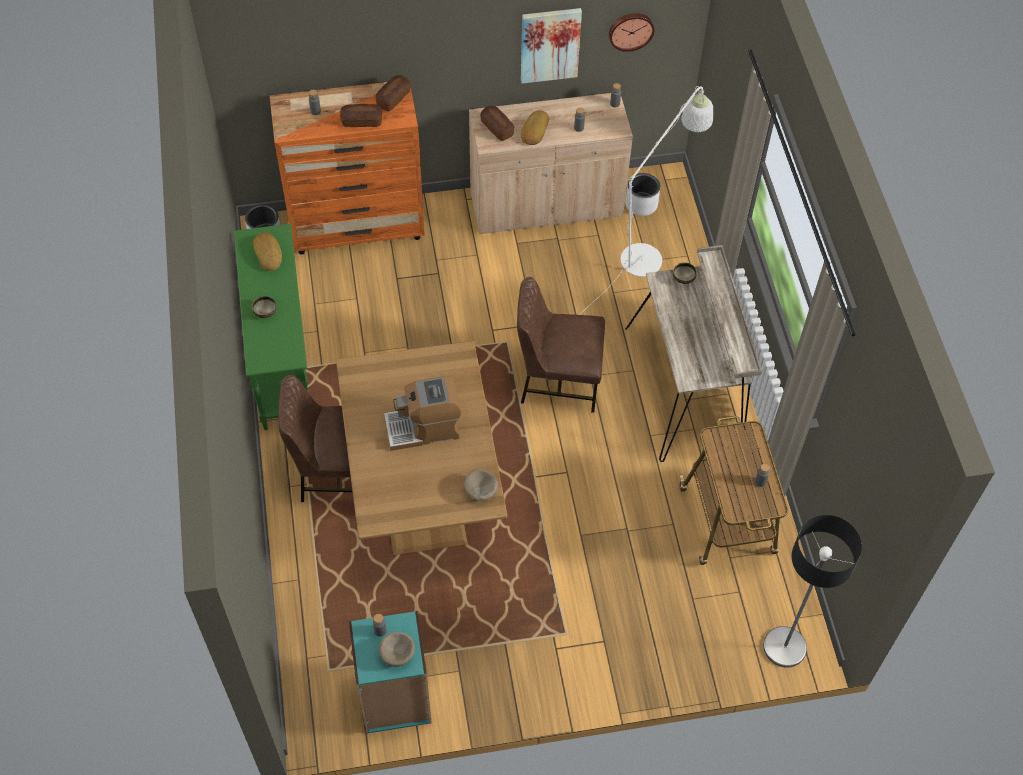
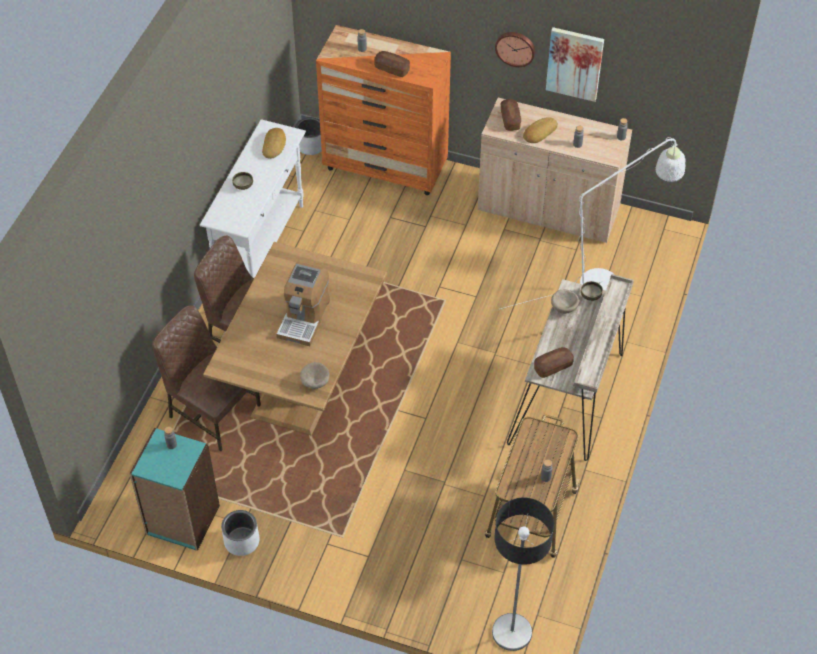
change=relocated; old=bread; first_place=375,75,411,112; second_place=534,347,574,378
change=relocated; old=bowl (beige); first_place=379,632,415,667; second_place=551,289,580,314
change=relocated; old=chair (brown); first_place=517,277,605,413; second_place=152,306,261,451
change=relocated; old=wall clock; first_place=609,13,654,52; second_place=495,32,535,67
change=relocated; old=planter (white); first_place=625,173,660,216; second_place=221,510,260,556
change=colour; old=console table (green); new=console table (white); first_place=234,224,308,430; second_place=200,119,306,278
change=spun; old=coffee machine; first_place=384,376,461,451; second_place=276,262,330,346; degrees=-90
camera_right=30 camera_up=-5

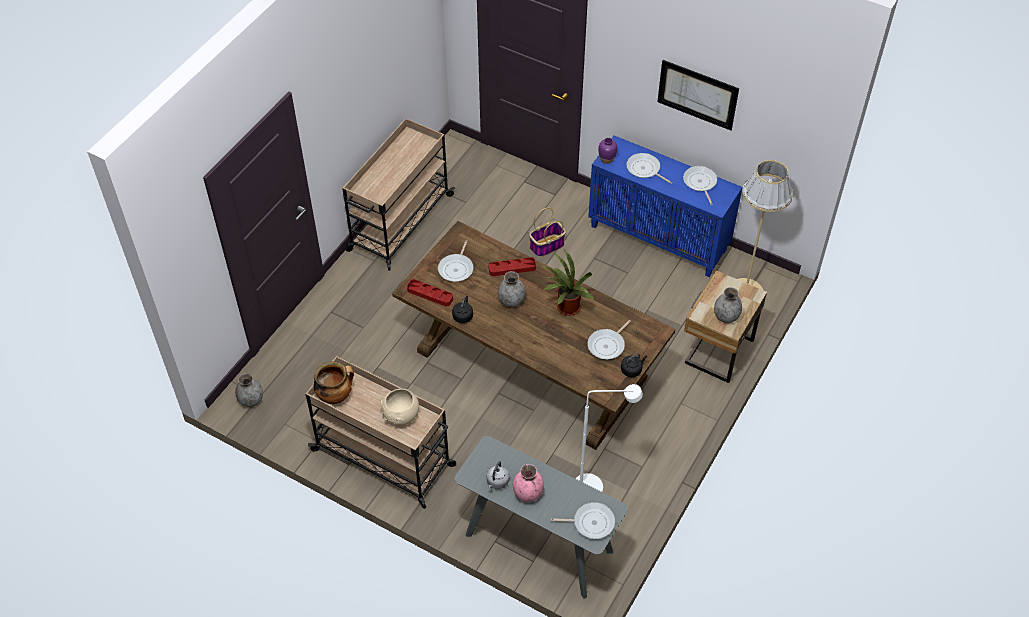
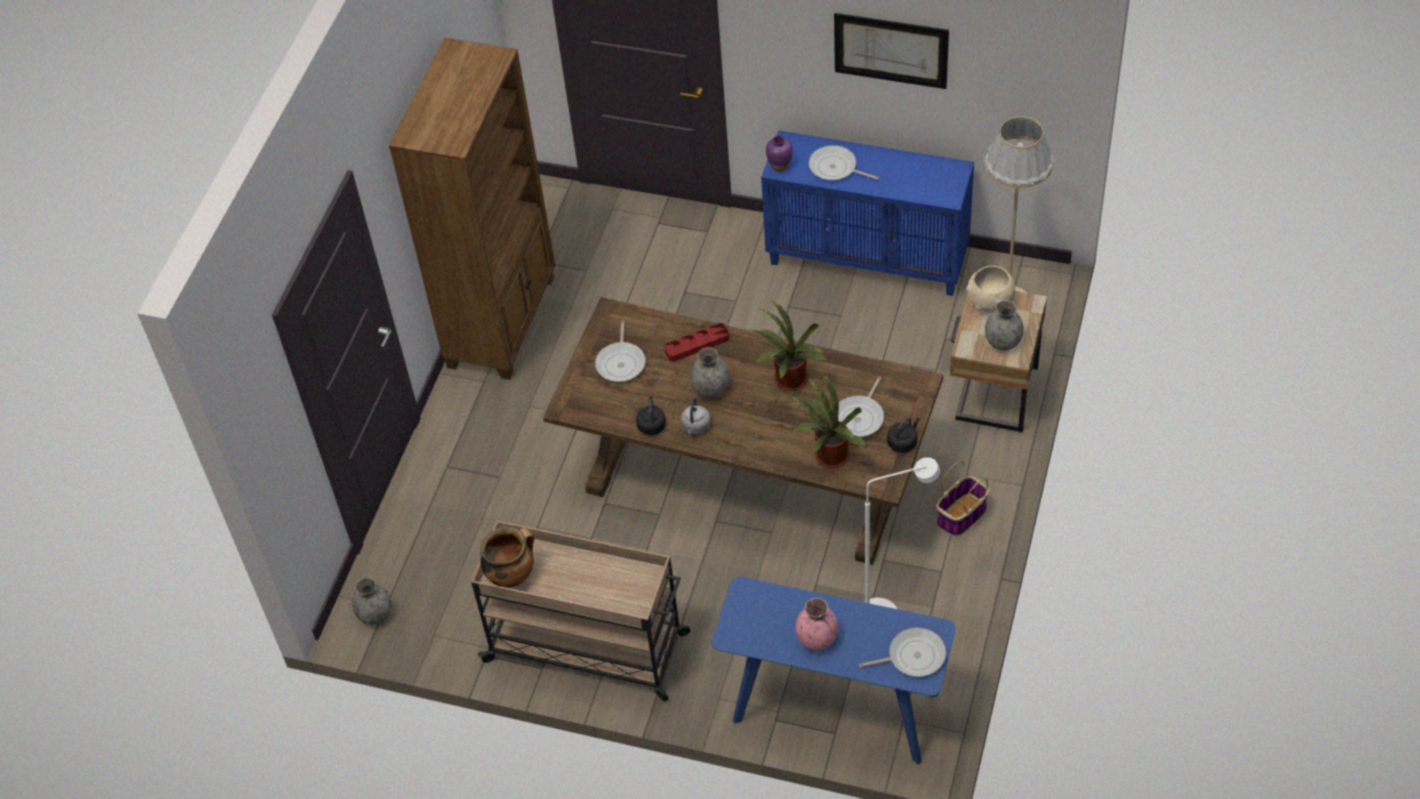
change=missing; old=tray (red); first_place=407,279,453,307
change=missing; old=frying pan; first_place=683,166,717,206
change=appeared; new=potted plant; second_place=788,373,866,468
change=relocated; old=bowl (beige); first_place=380,389,419,425; second_place=966,266,1016,313
change=relocated; old=kettle (grey); first_place=487,461,509,489; second_place=681,398,710,435
change=relocated; old=basket; first_place=529,208,566,257; second_place=937,461,989,536
change=exchanged; old=cart (beige); new=bookcase (brown); first_place=342,118,455,270; second_place=388,37,555,380
change=colour; old=console table (grey); new=console table (blue); first_place=454,436,628,599; second_place=712,577,956,765
camera_right=-10 camera_up=0

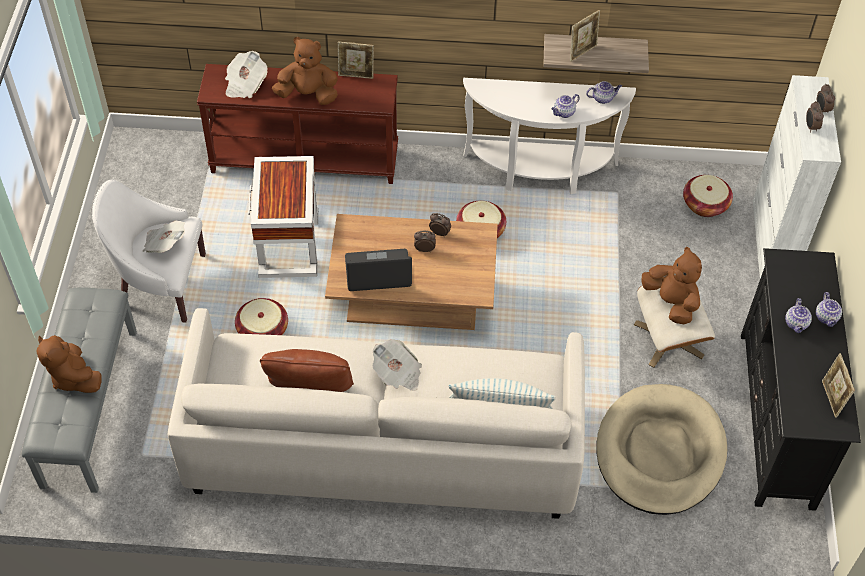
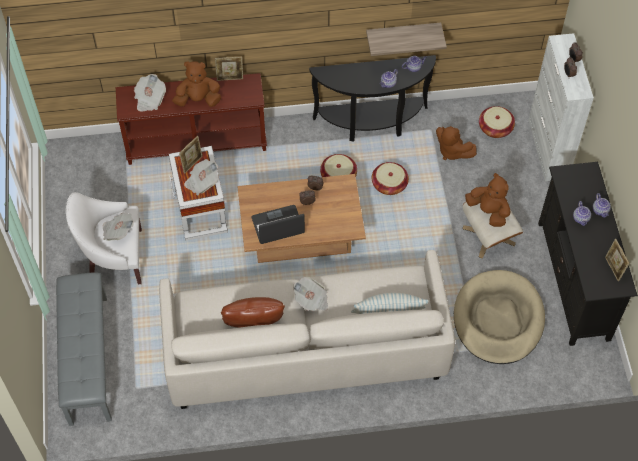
change=appeared; new=newspaper; second_place=184,159,218,195
change=relocated; old=plush toy (brown); first_place=37,335,102,393; second_place=436,126,477,160
change=relocated; old=basket; first_place=235,298,288,335; second_place=372,162,409,195
change=relocated; old=picture frame; first_place=570,10,600,62; second_place=179,136,202,174
change=colour; old=console table (white); new=console table (black); first_place=463,78,636,194; second_place=309,55,436,141
camera_right=-10 camera_up=5

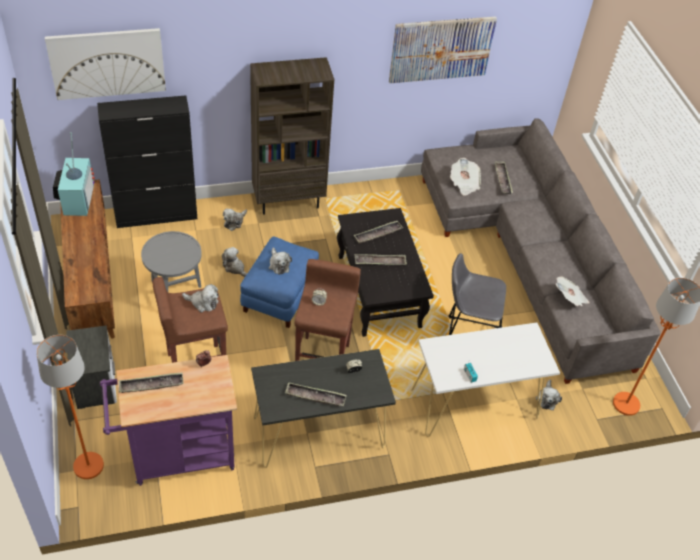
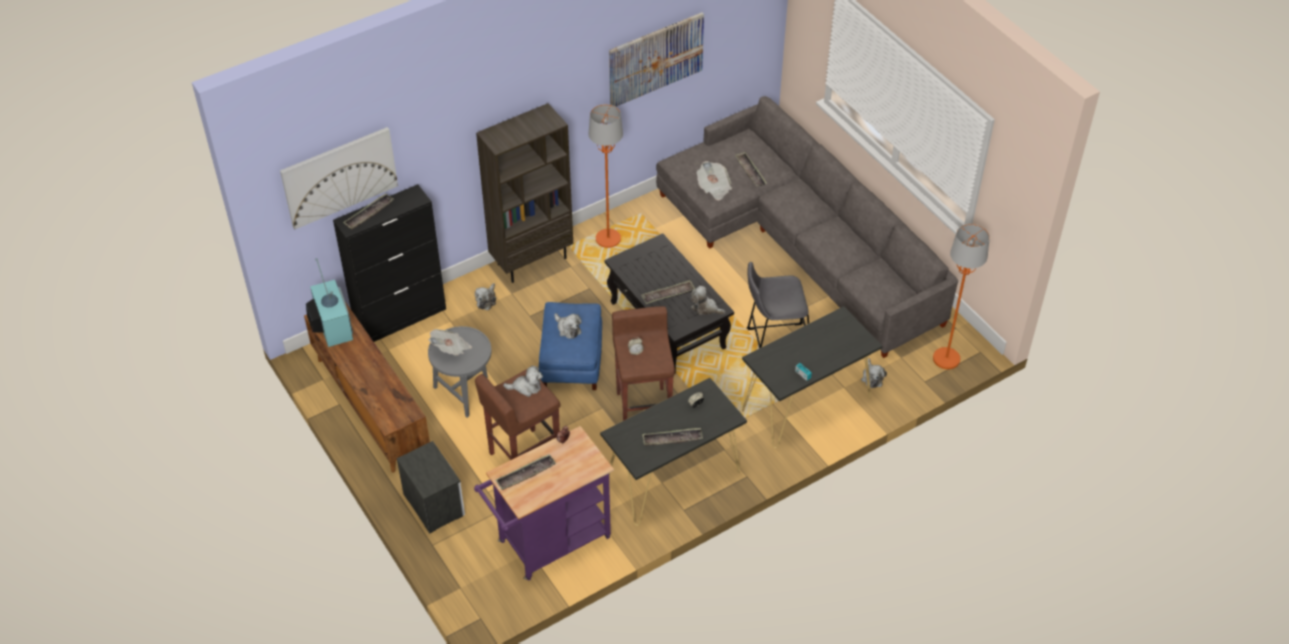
change=relocated; old=floor lamp (orange); first_place=36,335,104,479; second_place=589,104,623,248
change=relocated; old=plush toy; first_place=222,247,247,277; second_place=691,286,726,315
change=relocated; old=tray; first_place=354,220,403,244; second_place=343,193,394,230
change=relocated; old=newspaper; first_place=556,276,589,306; second_place=428,329,472,356
change=colour; old=console table (white); new=console table (black); first_place=411,322,560,437; second_place=742,306,883,448
camera_right=-15 camera_up=0

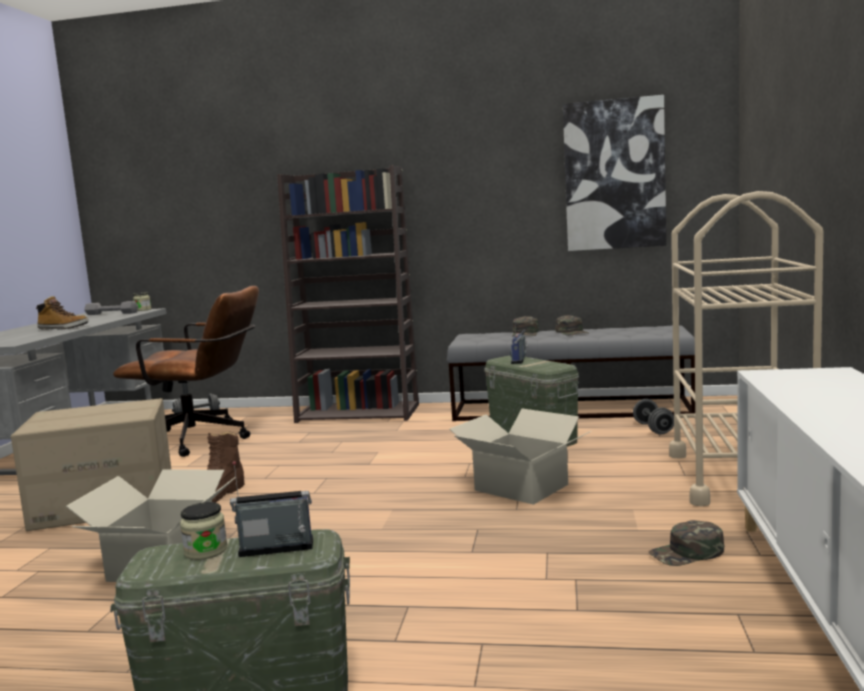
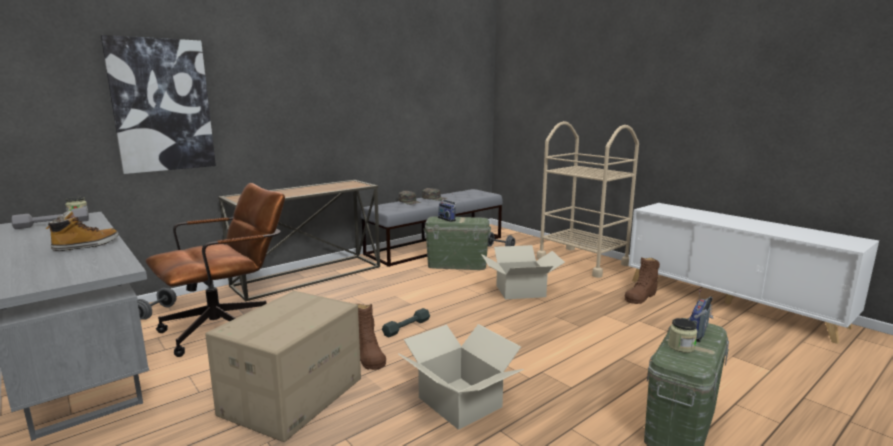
change=appeared; new=dumbbell (grey); second_place=382,308,430,337
change=relocated; old=picture; first_place=563,95,666,251; second_place=101,35,216,174
change=exchanged; old=bookcase (brown); new=console table; first_place=277,165,419,423; second_place=218,180,380,301
change=exchanged; old=cap (green); new=boot (brown); first_place=649,520,724,566; second_place=624,257,660,304
camera_right=-50 camera_up=5

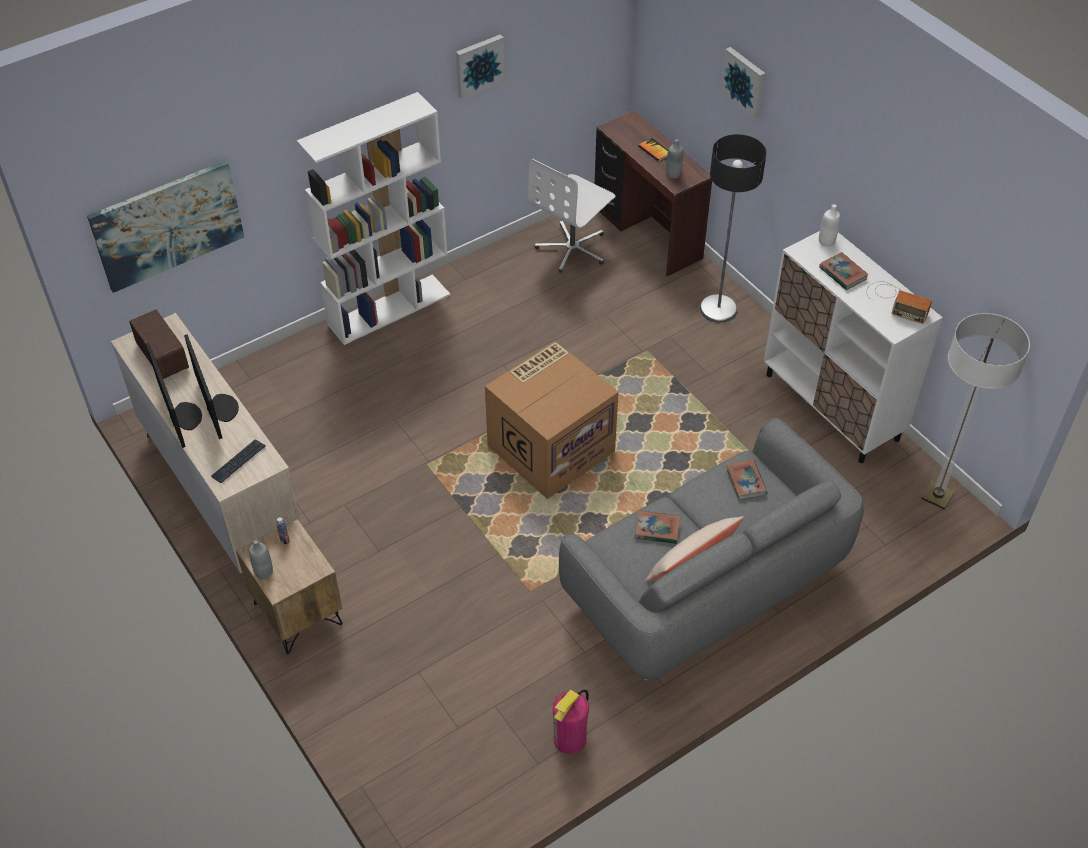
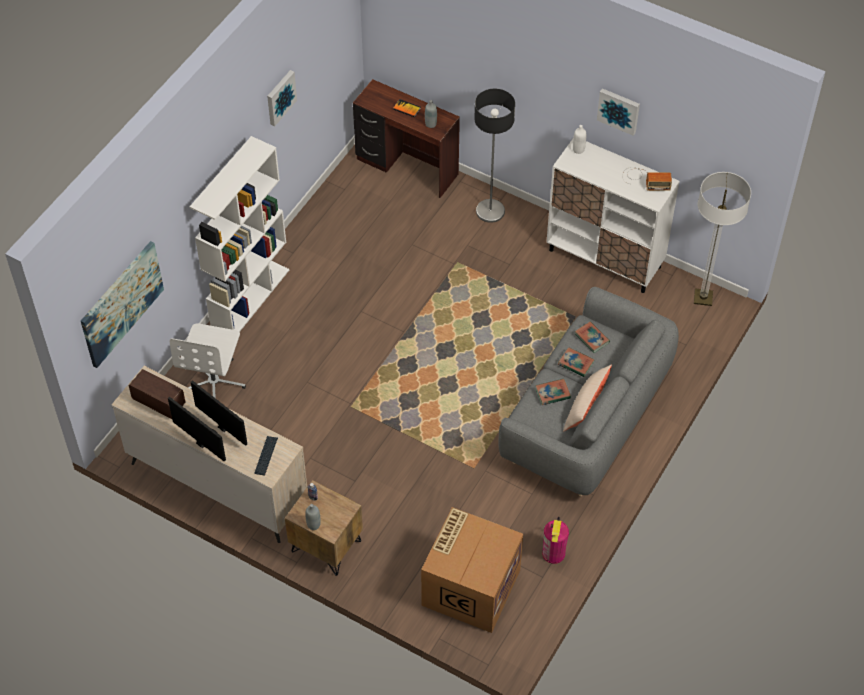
change=relocated; old=cardboard box; first_place=485,341,619,499; second_place=421,507,523,633
change=relocated; old=office chair (white); first_place=528,159,615,273; second_place=170,324,246,398
change=relocated; old=picture; first_place=720,47,765,120; second_place=597,88,640,136
change=relocated; old=book; first_place=819,252,869,290; second_place=558,347,595,377
camera_right=-25 camera_up=5

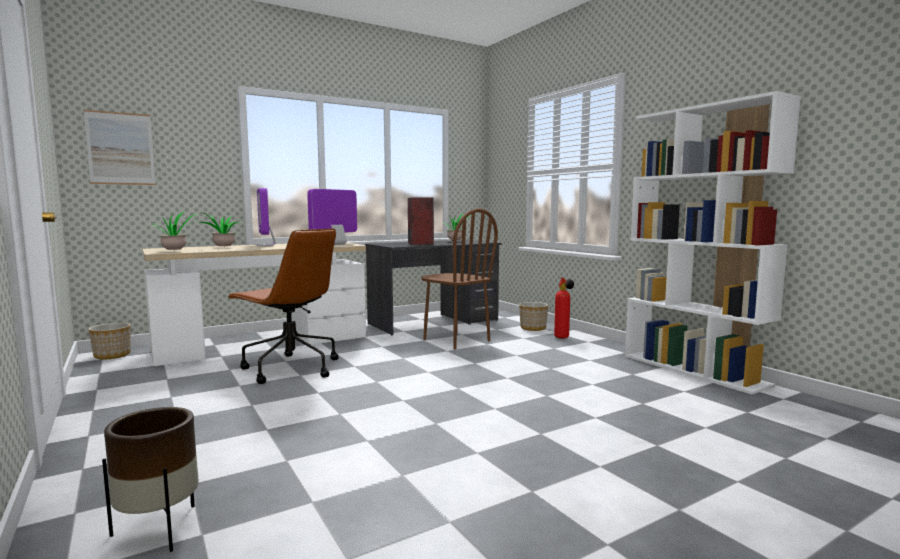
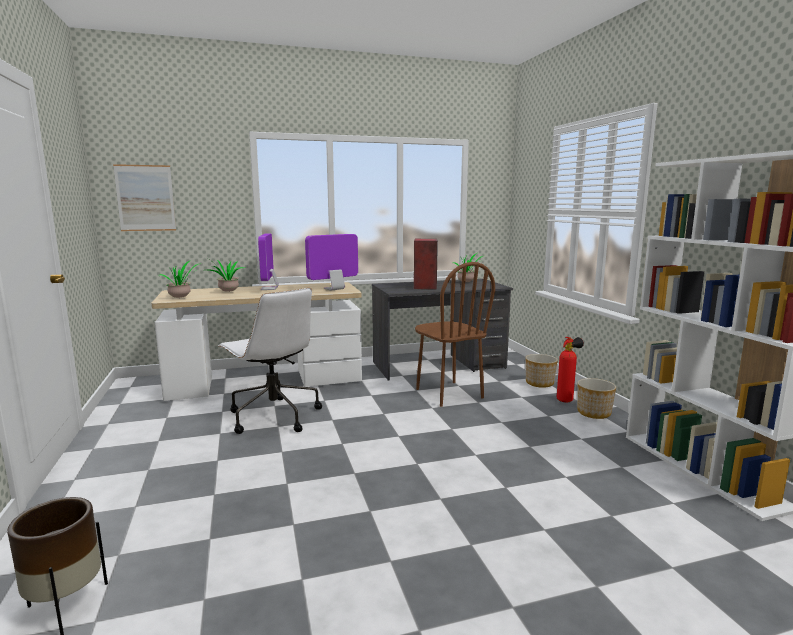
change=relocated; old=planter; first_place=88,323,131,360; second_place=577,378,616,419
change=colour; old=office chair (brown); new=office chair (white); first_place=227,228,339,384; second_place=218,288,322,434
camera_right=15 camera_up=5

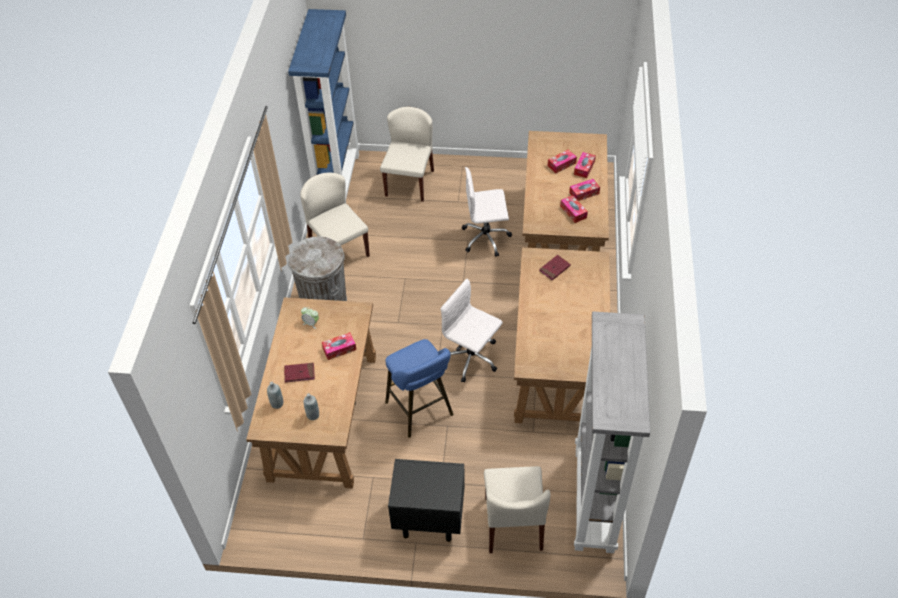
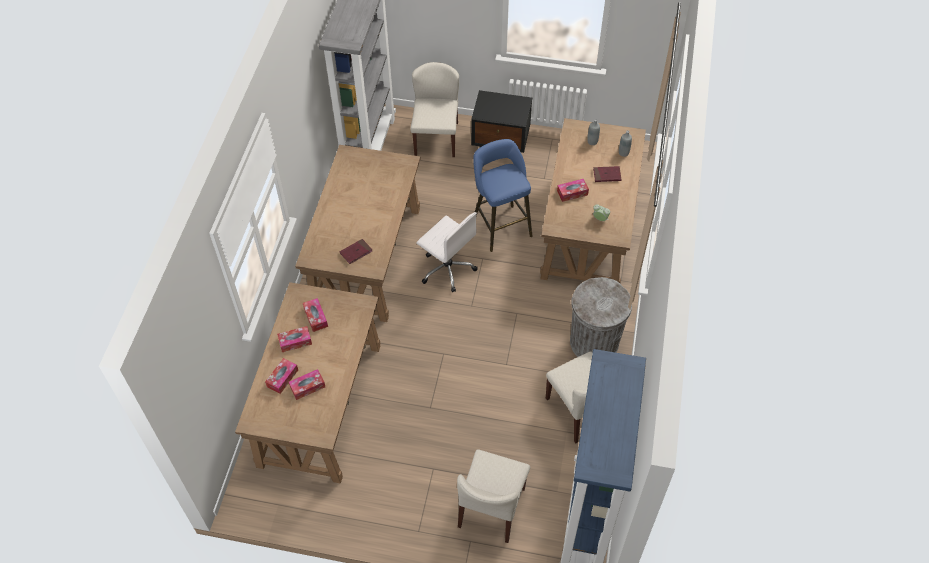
change=missing; old=office chair (white); first_place=462,167,512,257
camera_right=-175 camera_up=5

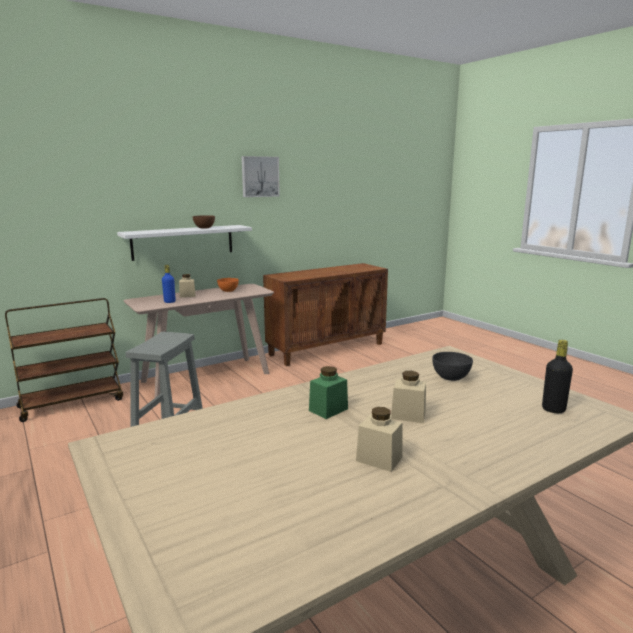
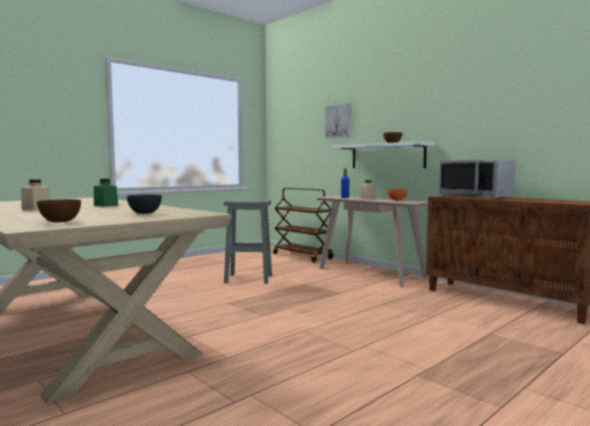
change=missing; old=jar (beige); first_place=391,371,426,423
change=appeared; new=microwave (grey); second_place=439,160,516,199
change=relocated; old=picture; first_place=242,156,280,197; second_place=325,104,351,138
change=exchanged; old=bottle (black); new=bowl (brown); first_place=542,340,573,413; second_place=37,199,81,222
camera_right=80 camera_up=-10

